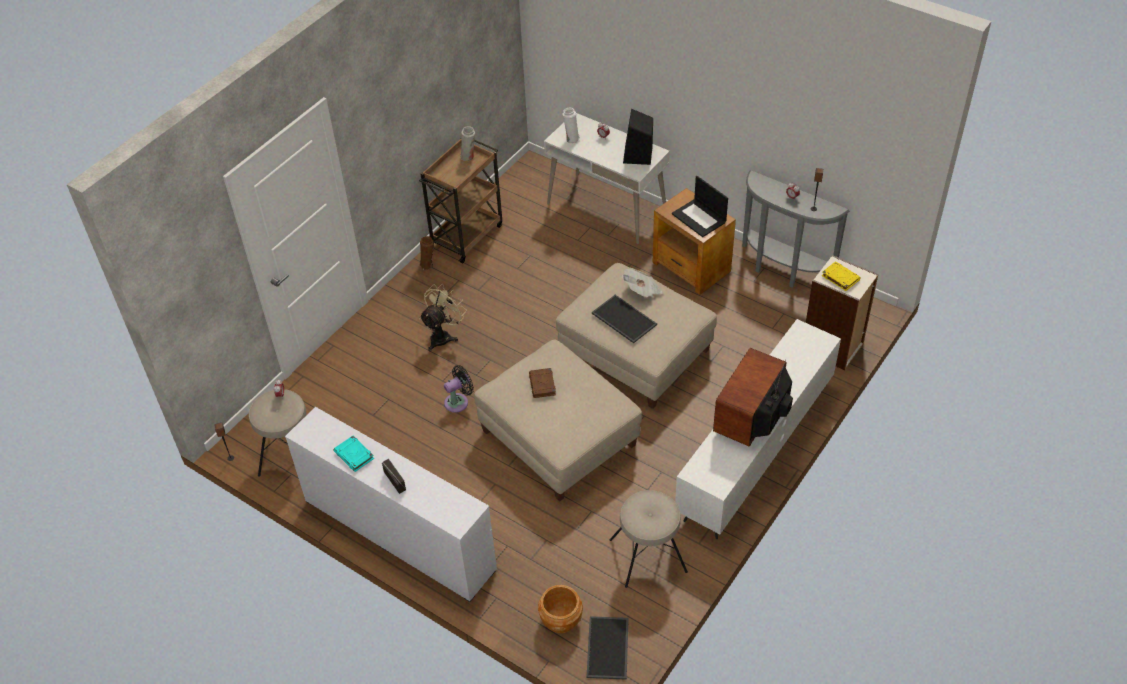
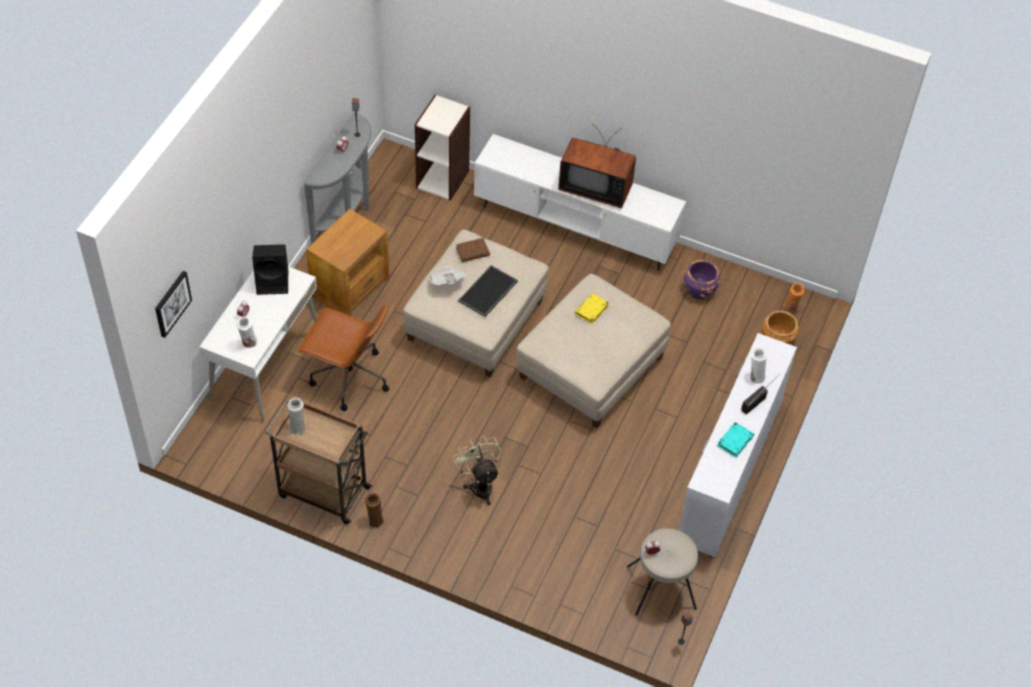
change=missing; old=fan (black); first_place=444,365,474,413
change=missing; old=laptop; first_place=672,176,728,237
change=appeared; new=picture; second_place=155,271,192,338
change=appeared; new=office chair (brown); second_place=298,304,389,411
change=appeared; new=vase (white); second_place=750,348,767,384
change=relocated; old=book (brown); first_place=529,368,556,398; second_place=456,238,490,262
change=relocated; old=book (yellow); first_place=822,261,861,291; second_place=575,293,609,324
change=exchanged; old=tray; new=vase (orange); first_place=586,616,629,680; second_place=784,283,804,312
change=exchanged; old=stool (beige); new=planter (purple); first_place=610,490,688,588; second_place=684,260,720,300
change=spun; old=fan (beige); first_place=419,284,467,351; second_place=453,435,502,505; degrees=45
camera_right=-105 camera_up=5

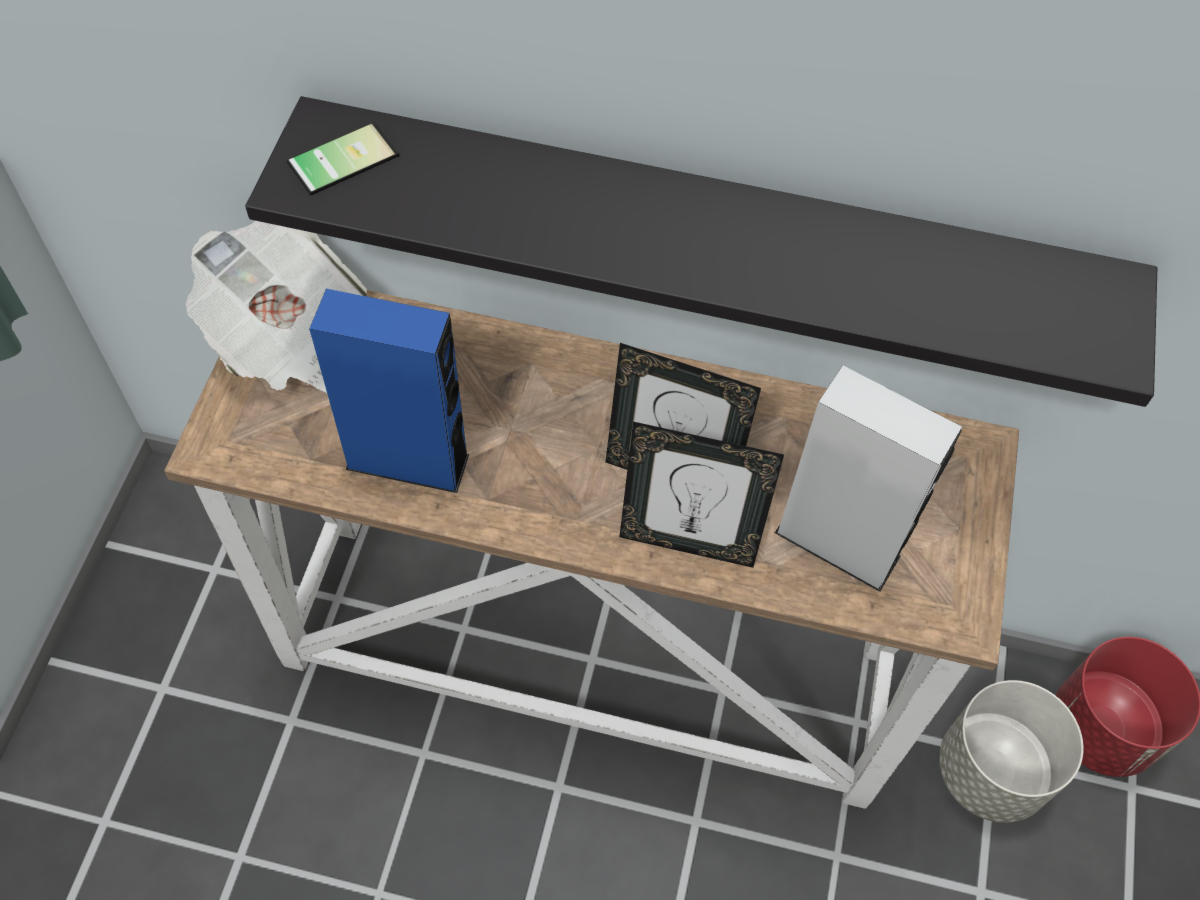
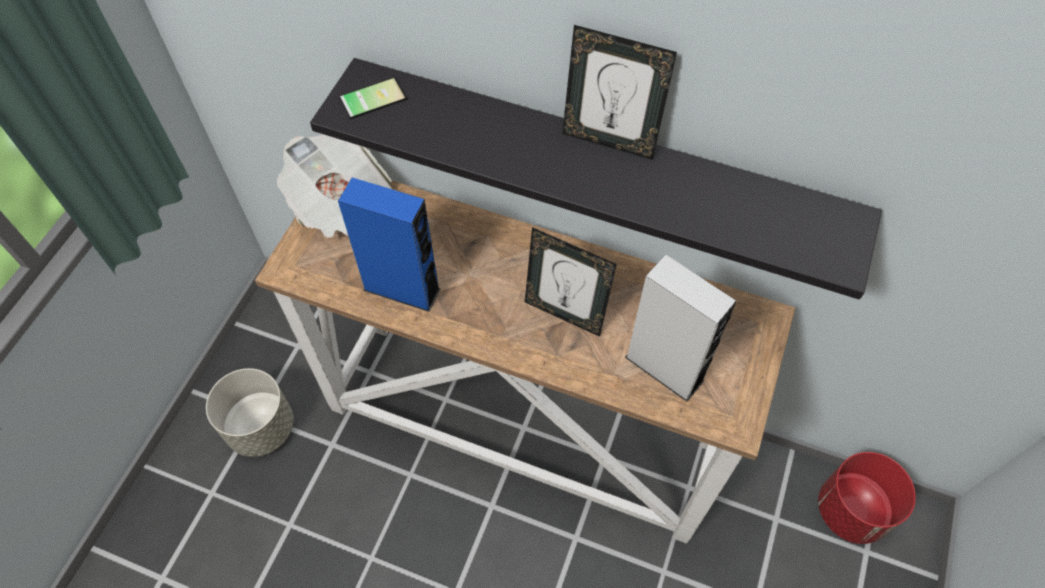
change=relocated; old=picture frame; first_place=619,422,784,568; second_place=562,25,677,160
change=relocated; old=planter (grey); first_place=939,680,1083,823; second_place=206,368,293,457
camera_right=10 camera_up=0

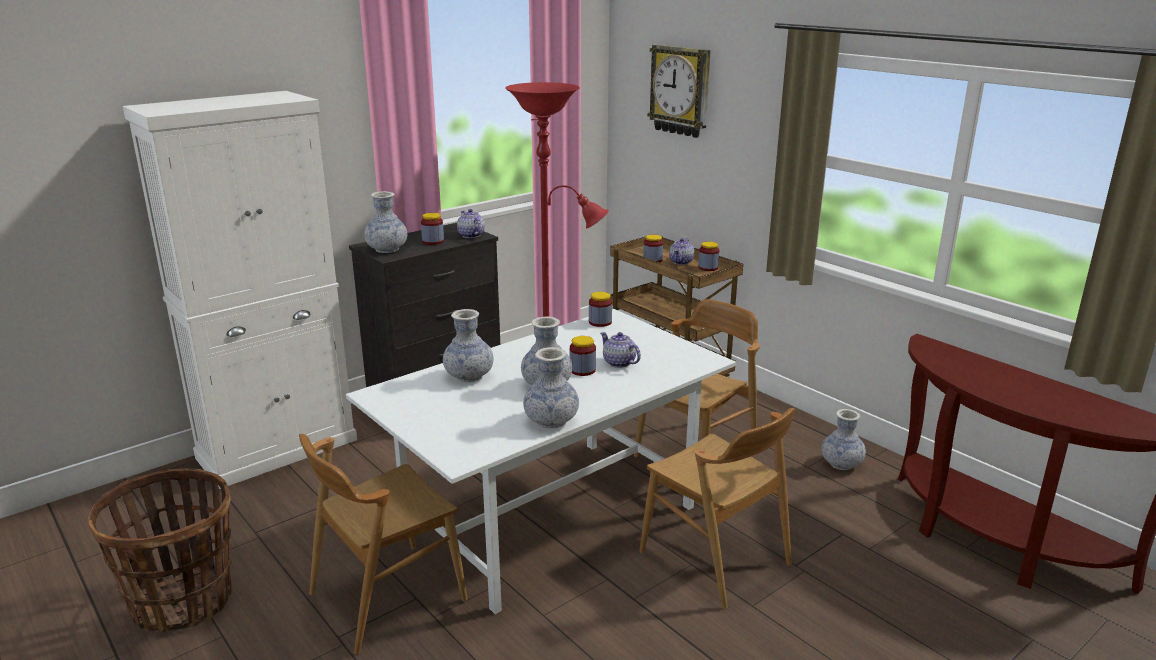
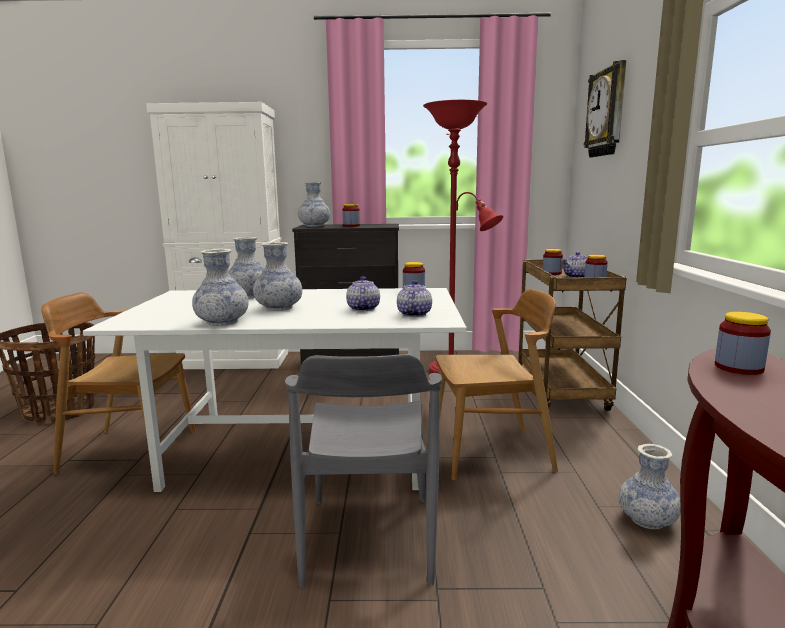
change=relocated; old=teapot; first_place=457,209,485,238; second_place=397,280,432,317
change=relocated; old=jar; first_place=570,336,596,376; second_place=715,312,771,375
change=colour; old=chair (brown); new=chair (grey); first_place=639,408,795,609; second_place=285,354,442,588
camera_right=40 camera_up=-10

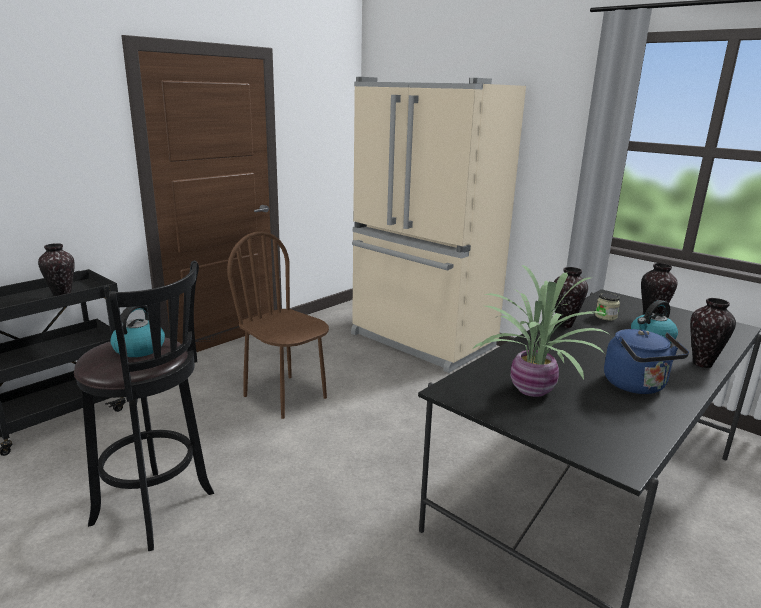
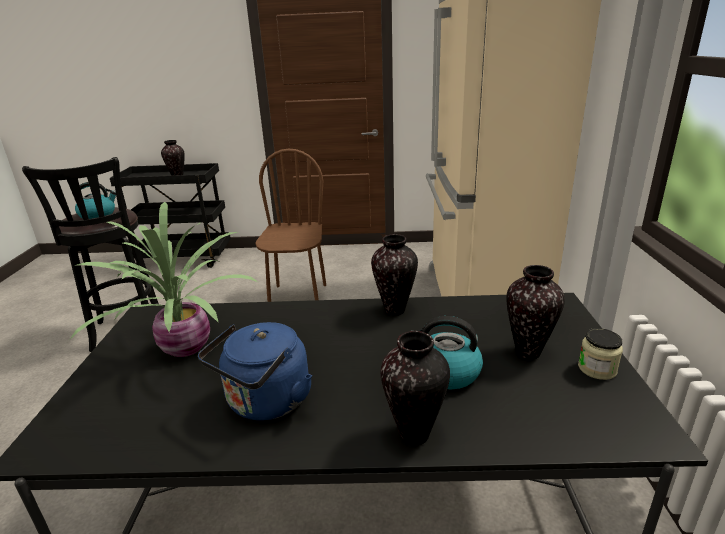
change=relocated; old=jar; first_place=595,293,620,320; second_place=578,328,623,380
camera_right=50 camera_up=5

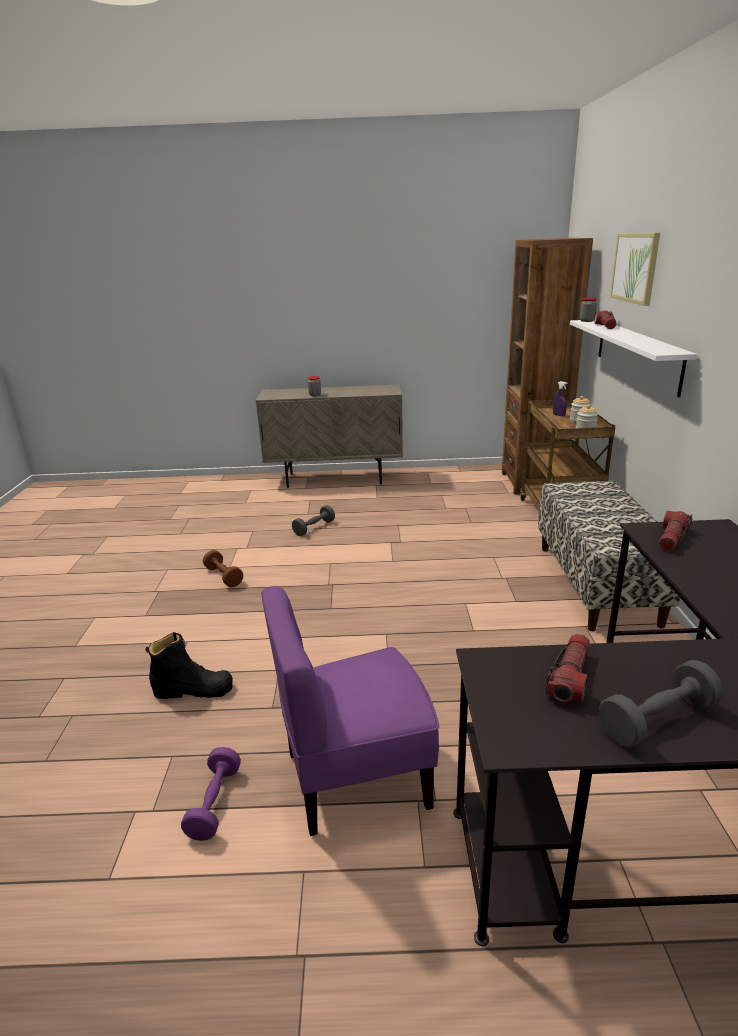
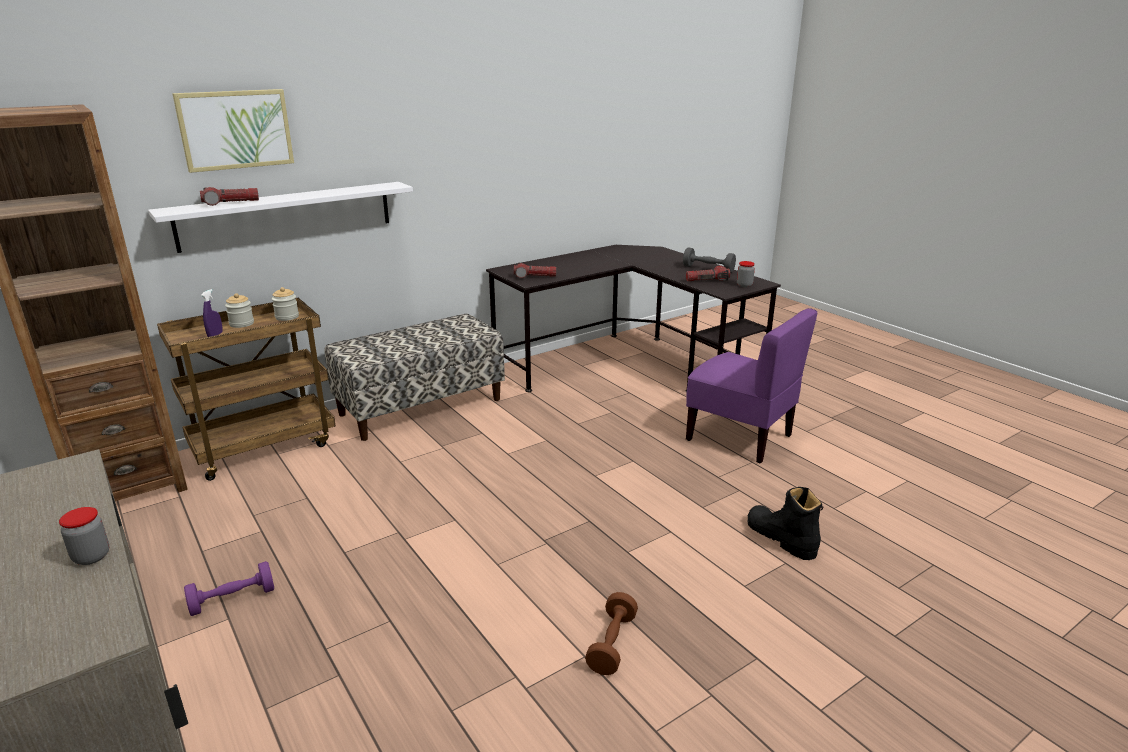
change=missing; old=dumbbell (grey); first_place=292,505,335,536
change=relocated; old=dumbbell (purple); first_place=181,747,241,841; second_place=184,561,274,616
change=relocated; old=jar; first_place=580,298,597,322; second_place=737,261,755,287
camera_right=-125 camera_up=0

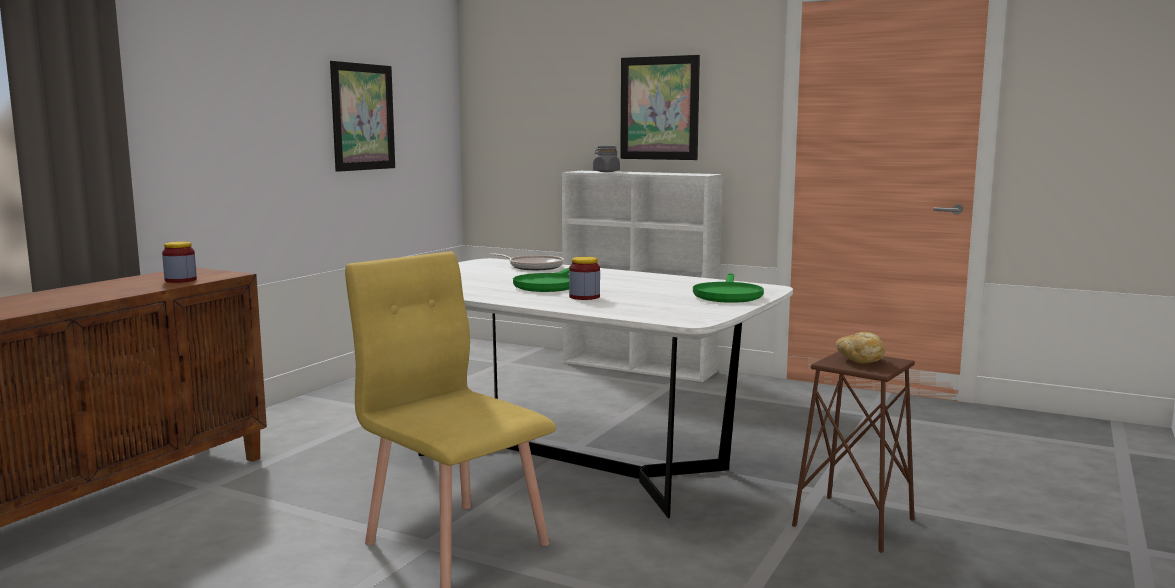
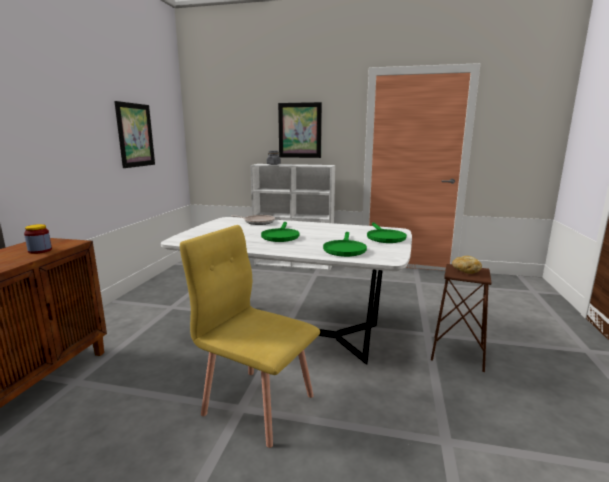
change=missing; old=jar; first_place=569,257,600,300
change=appeared; new=frying pan (green); second_place=323,232,367,257
camera_right=-15 camera_up=5

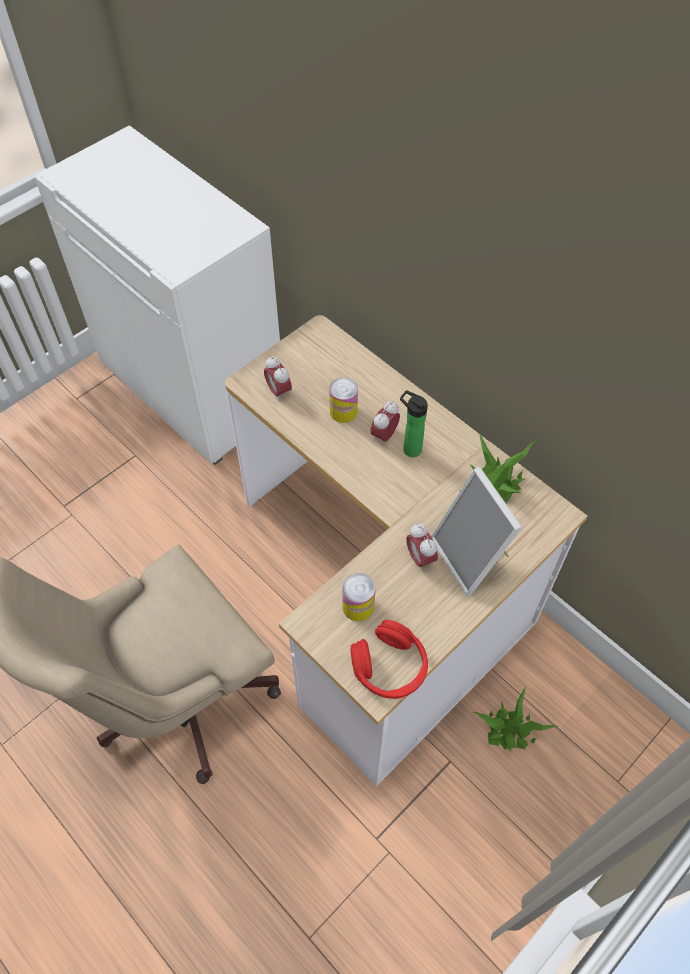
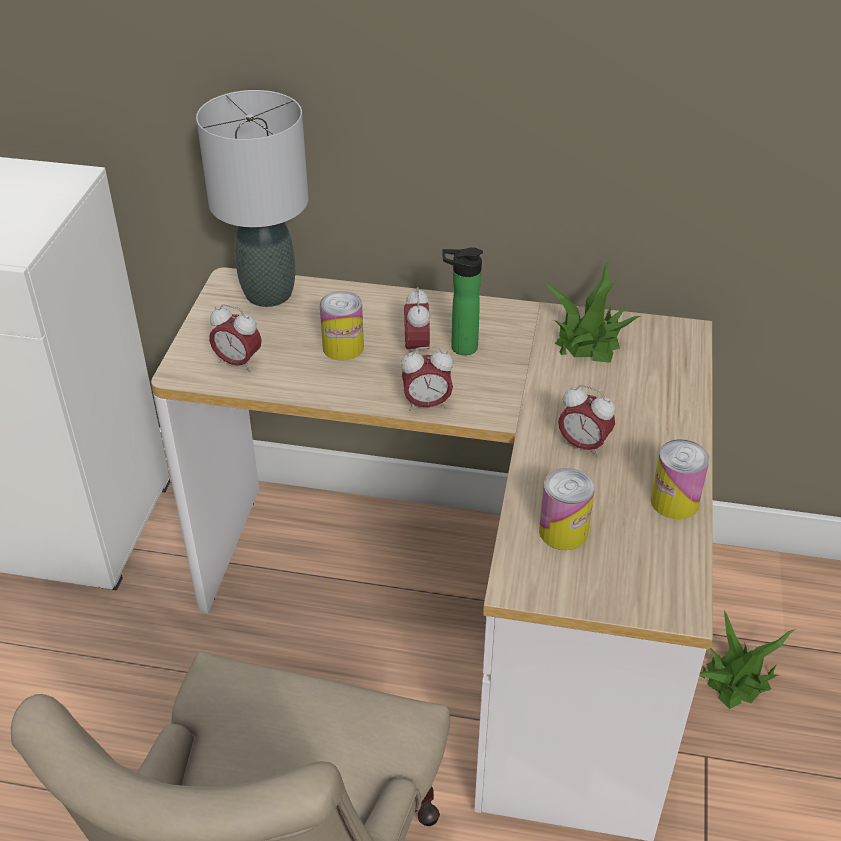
change=missing; old=headphones (red); first_place=351,620,428,699
change=missing; old=picture frame; first_place=431,467,522,596
change=appeared; new=table lamp (grey); second_place=196,90,309,307
change=appeared; new=alarm clock; second_place=401,346,453,411
change=appeared; new=can; second_place=651,439,710,519
camera_right=-35 camera_up=-15

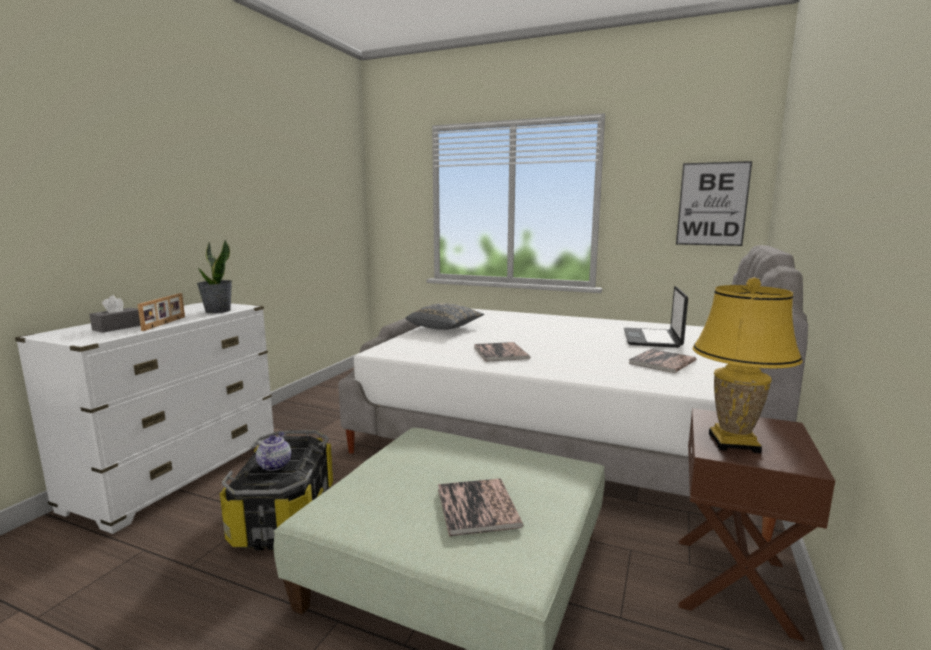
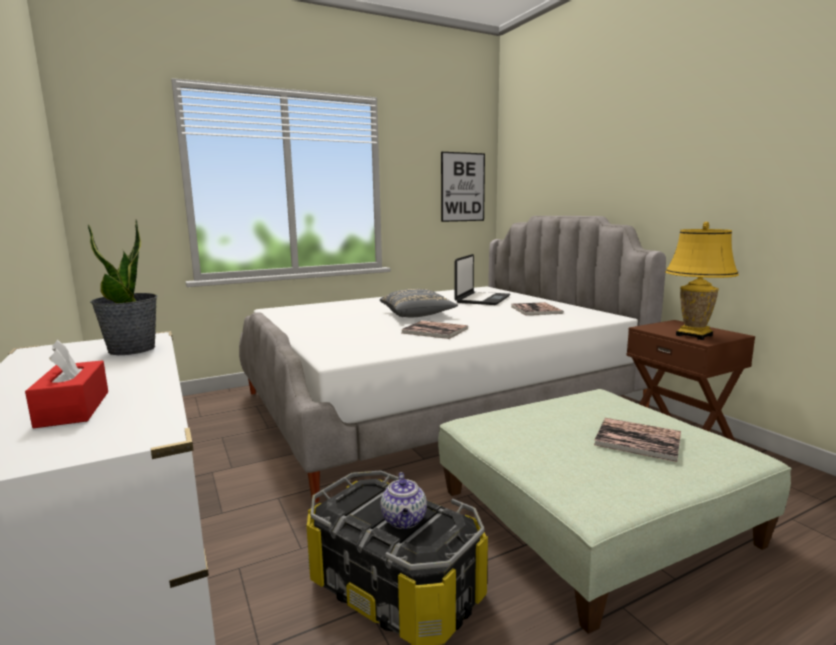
change=missing; old=picture frame; first_place=137,293,185,331
change=relocated; old=pillow (grey); first_place=405,303,484,330; second_place=380,289,458,317
change=colour; old=tissue box (grey); new=tissue box (red); first_place=89,295,140,333; second_place=25,340,108,428
change=spun; old=teapot; first_place=256,432,291,471; second_place=381,472,427,529; degrees=-135
change=spun; old=laptop; first_place=624,286,688,348; second_place=454,254,510,305; degrees=-120
camera_right=-50 camera_up=0

